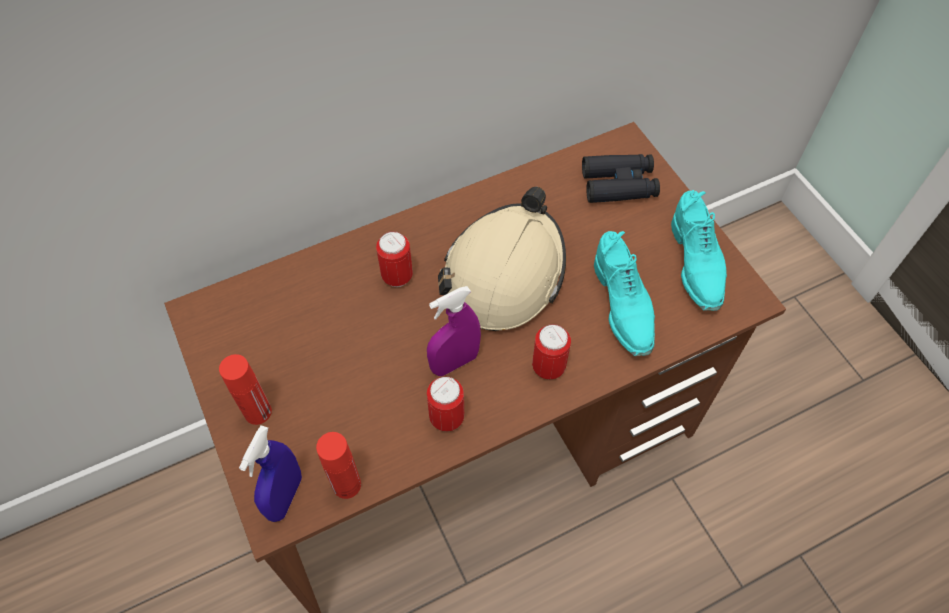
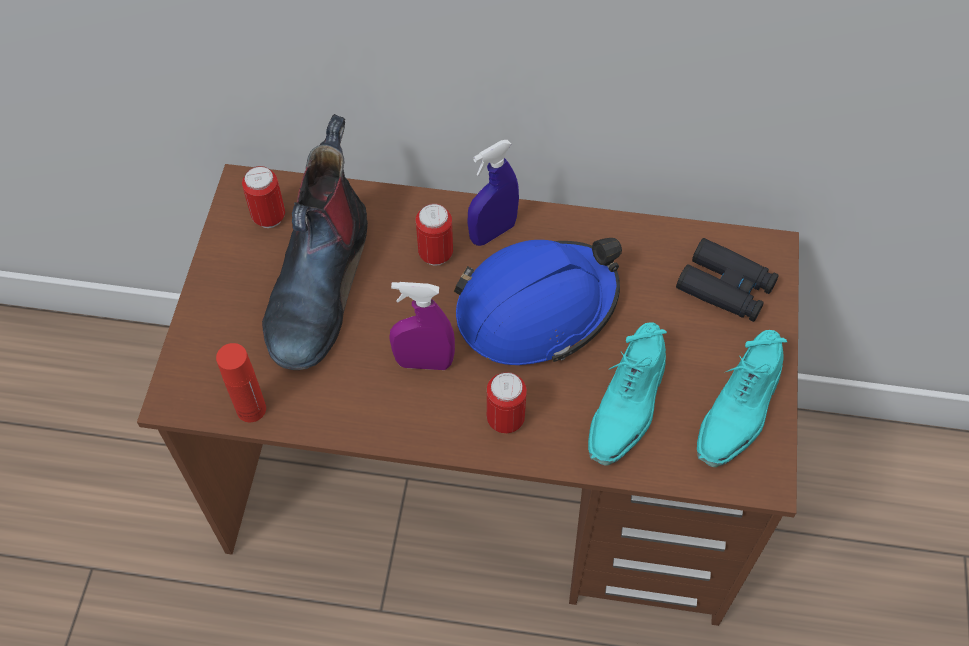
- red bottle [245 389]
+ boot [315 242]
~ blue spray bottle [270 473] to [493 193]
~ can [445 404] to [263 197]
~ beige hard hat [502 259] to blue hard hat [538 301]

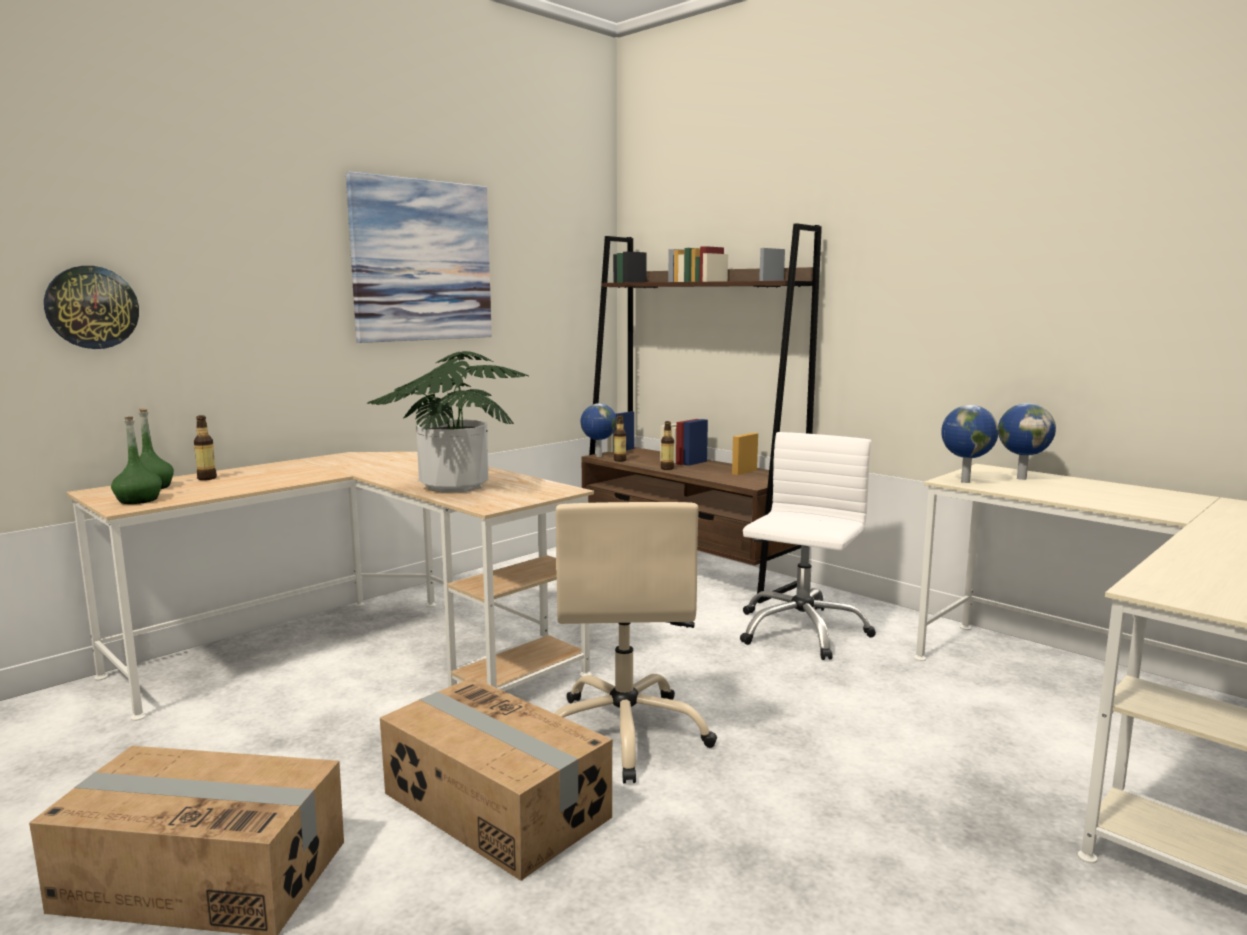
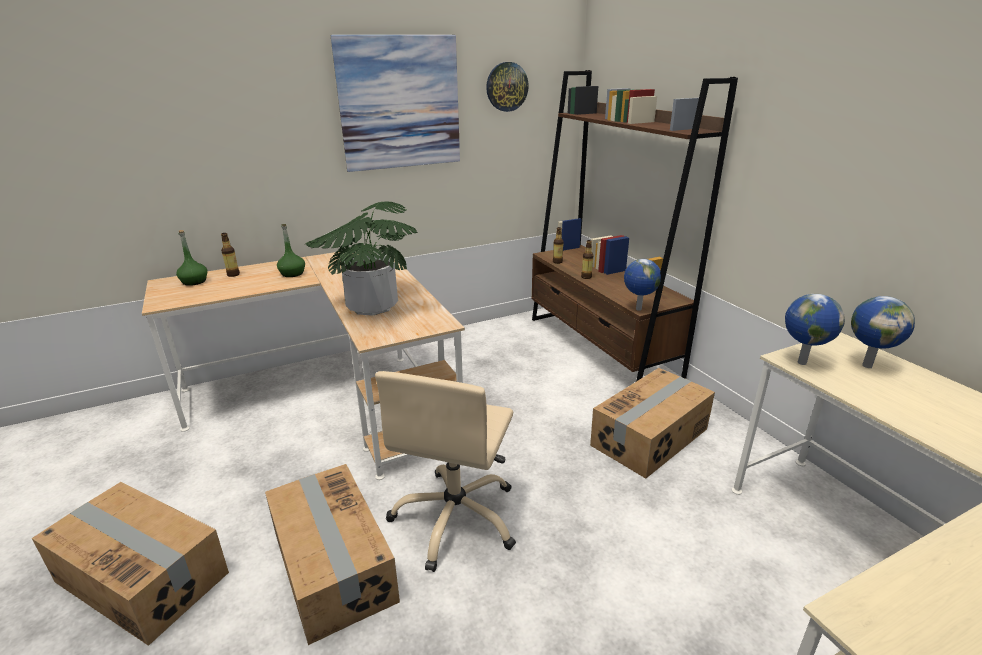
~ wall clock [91 307] to [507 87]
~ green bottle [136 460] to [291 250]
~ globe [598 430] to [642 285]
~ white office chair [808 546] to cardboard box [652 423]

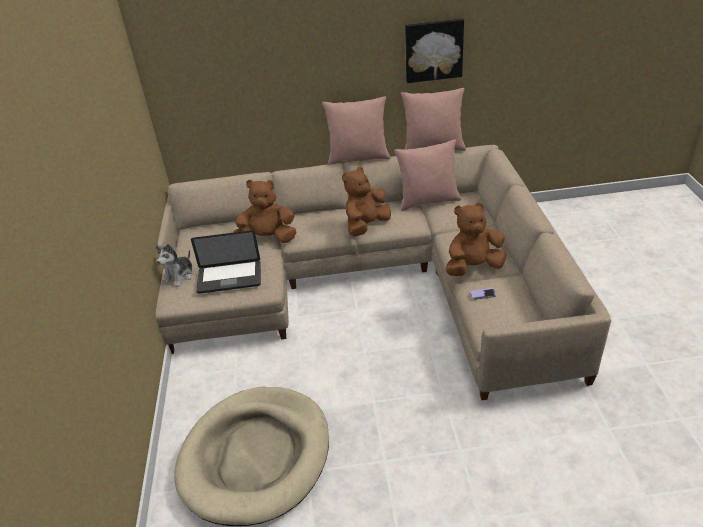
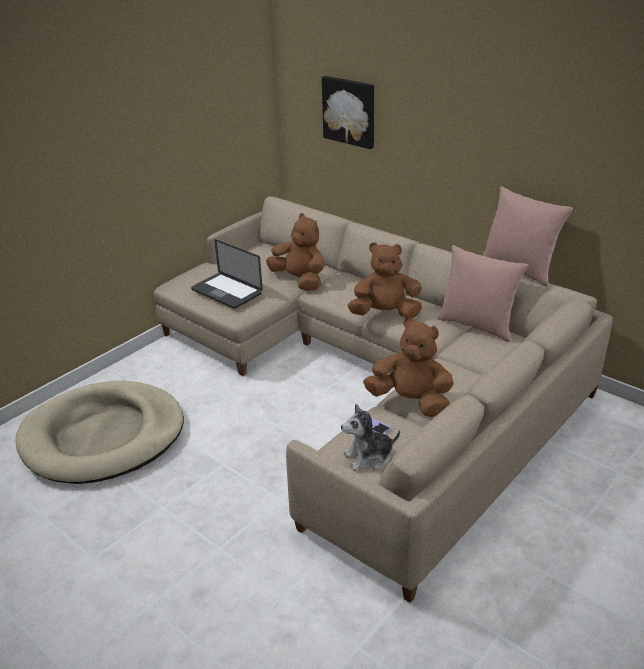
- pink pillow [356 130]
~ plush toy [175 265] to [370 437]
~ picture [434 51] to [348 112]

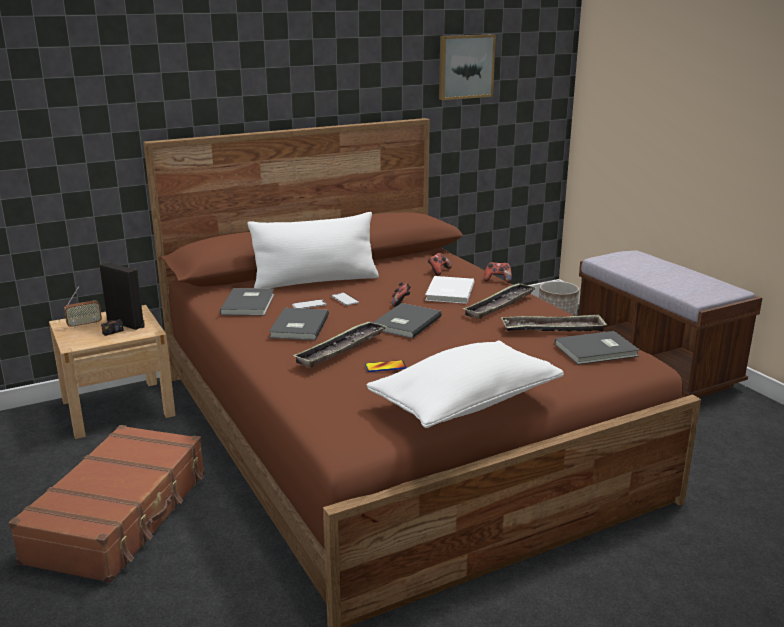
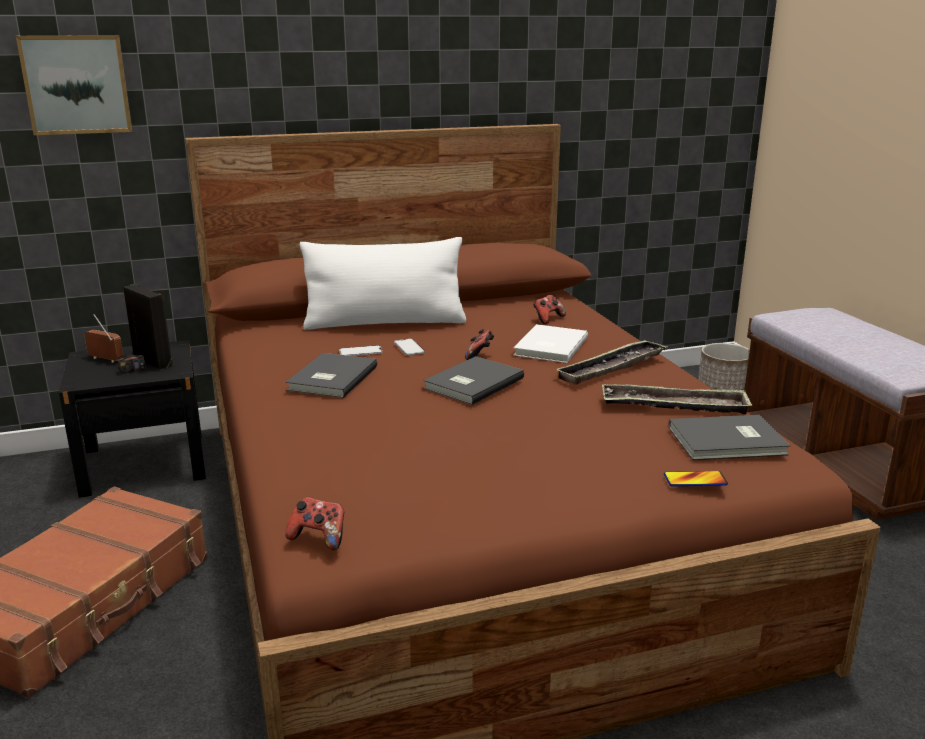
- grey book [247 302]
- tray [339 344]
- white pillow [465 384]
~ phone [386 366] to [696 478]
~ picture [467 67] to [74 85]
~ game controller [498 272] to [314 523]
~ beige nightstand [112 372] to black nightstand [132 419]
~ radio [83 307] = [103 338] 135 degrees counterclockwise

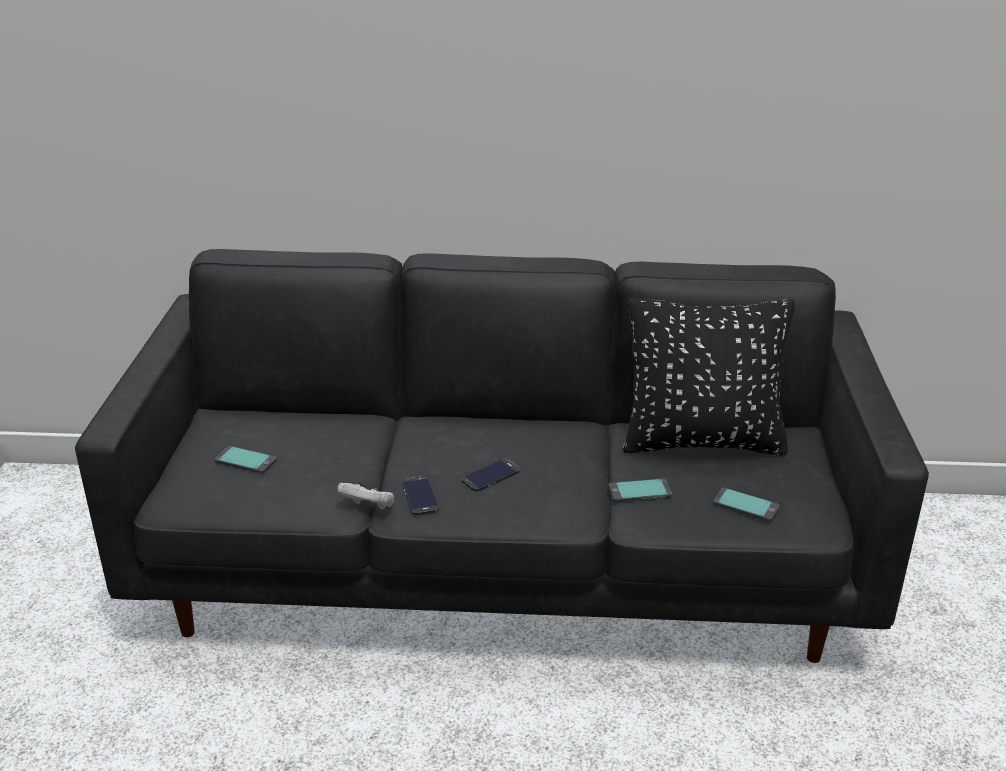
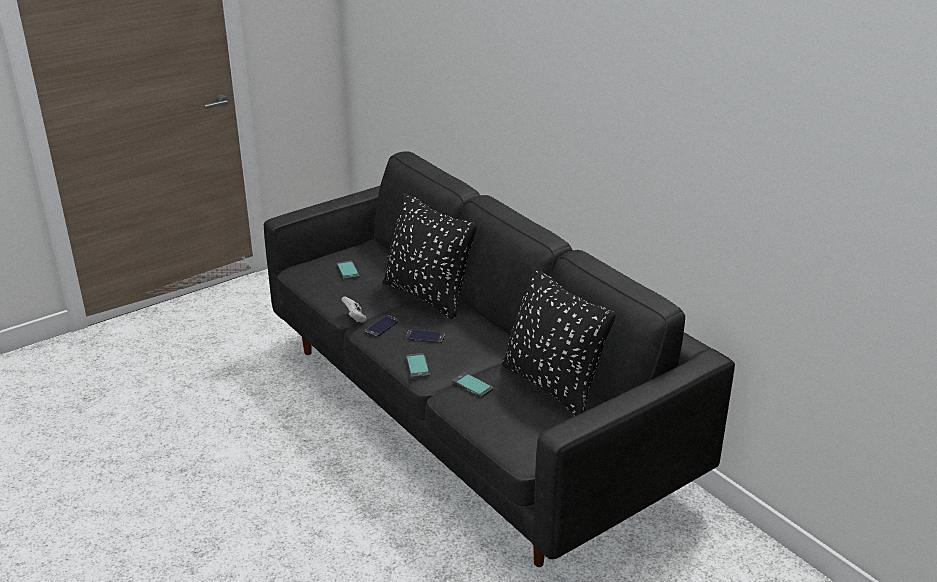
+ black pillow [430 256]
~ phone [746 505] to [418 366]

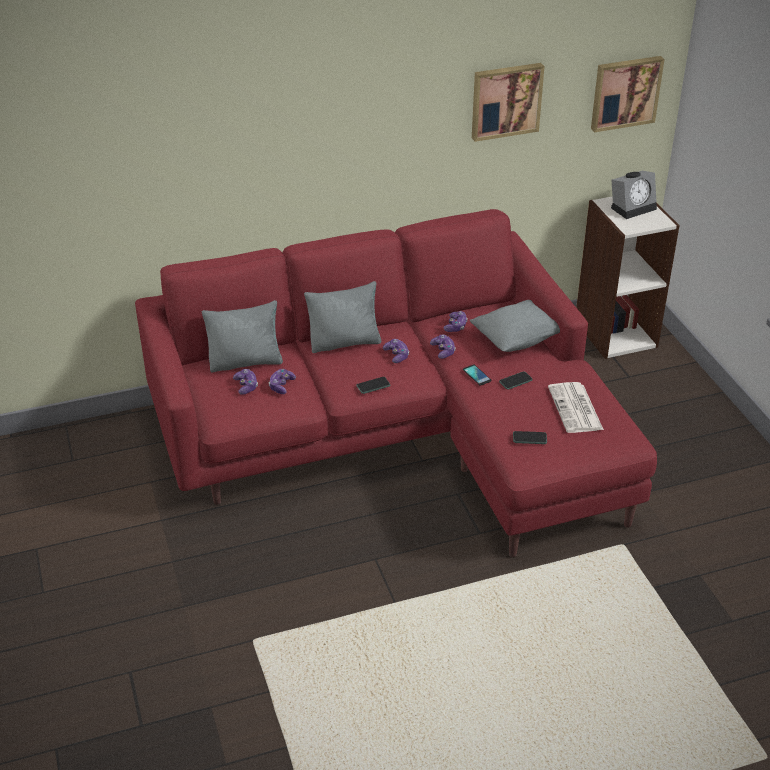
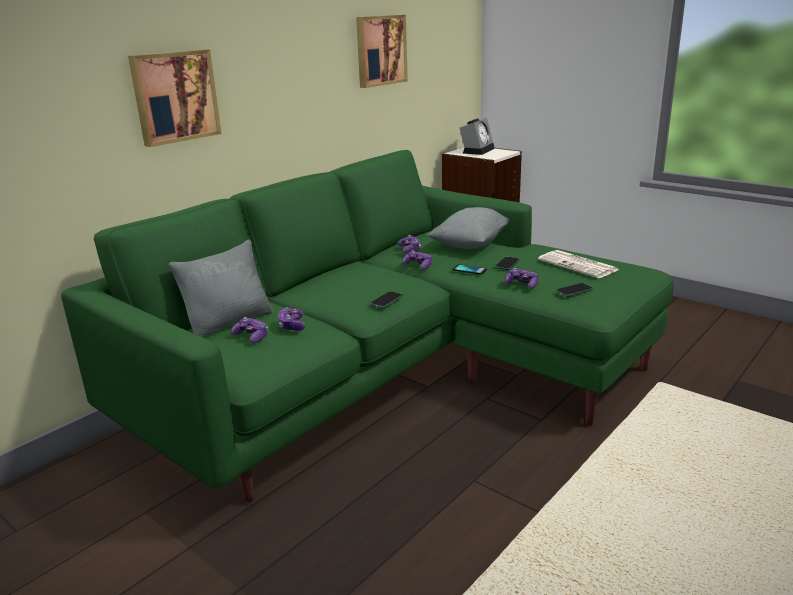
- grey pillow [342 317]
~ game controller [396 351] to [521 278]
~ picture [628 94] to [175 98]
~ red sofa [396 383] to green sofa [367 326]

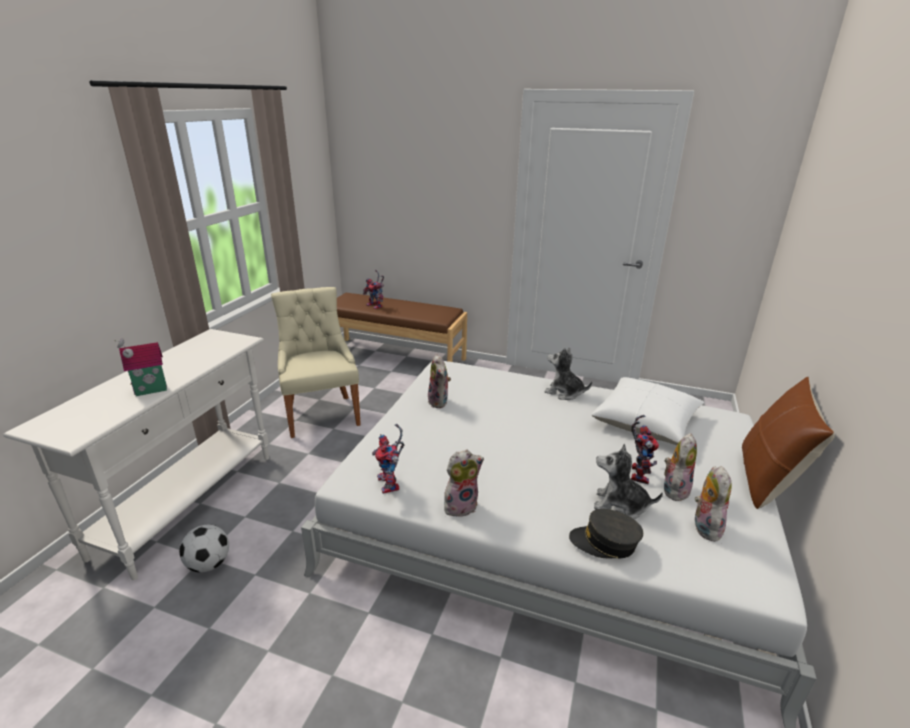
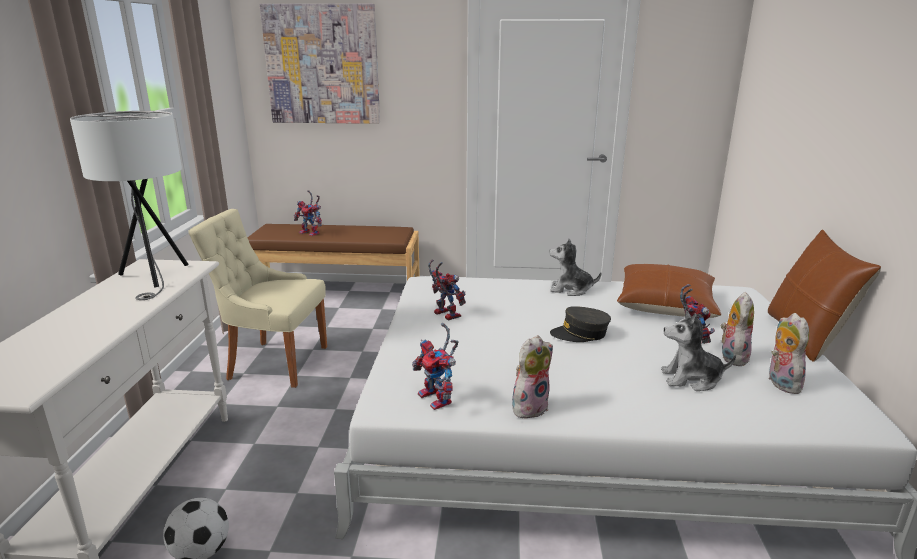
- toy house [140 367]
+ white table lamp [129 205]
+ picture [320 64]
~ grey cap [606 533] to [580 324]
~ plush toy [439 381] to toy robot [447 289]
~ white pillow [647 411] to brown pillow [669 291]
~ beige chair [316 362] = [257 298] 45 degrees counterclockwise

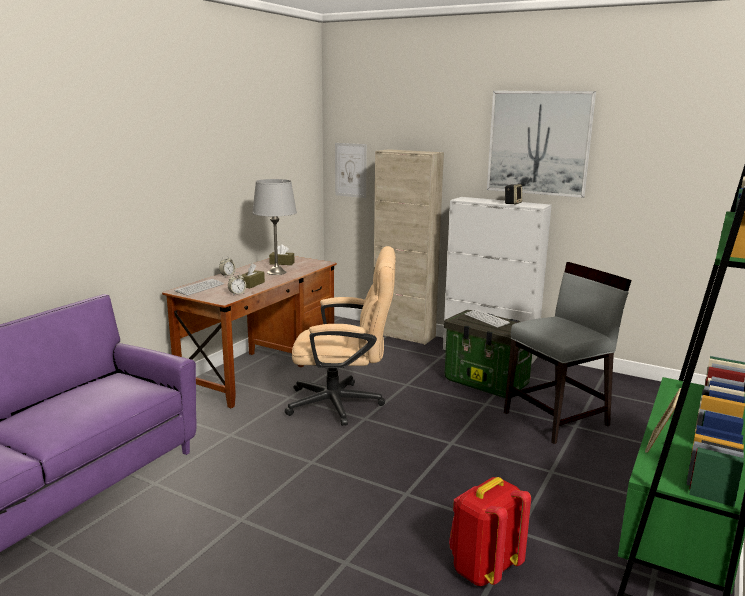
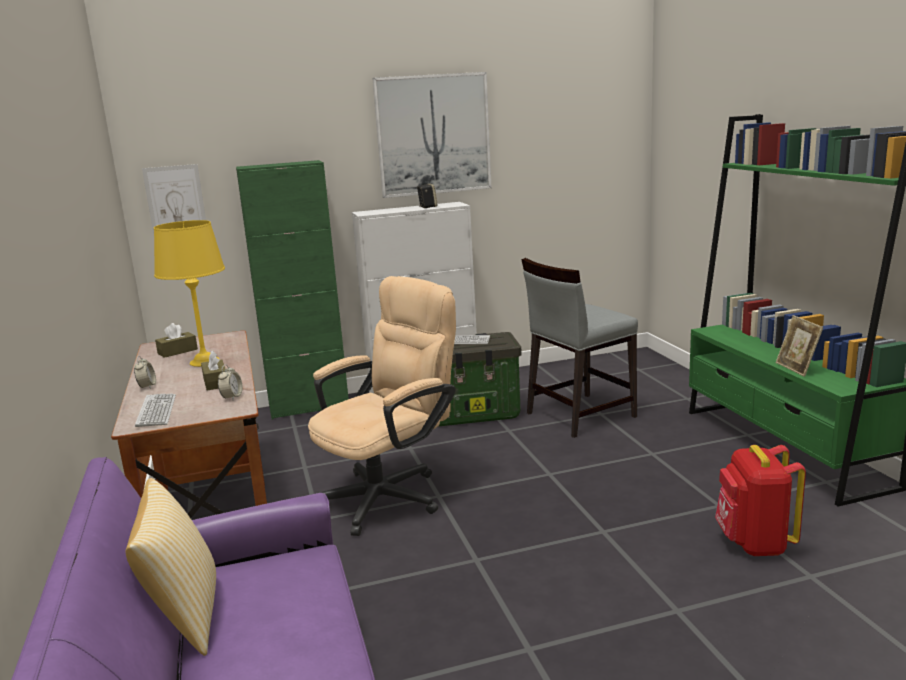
+ pillow [171 567]
~ grey table lamp [274 227] to yellow table lamp [189 293]
~ beige cabinet [409 247] to green cabinet [292 289]
~ grey chair [568 353] = [579 348] 135 degrees counterclockwise

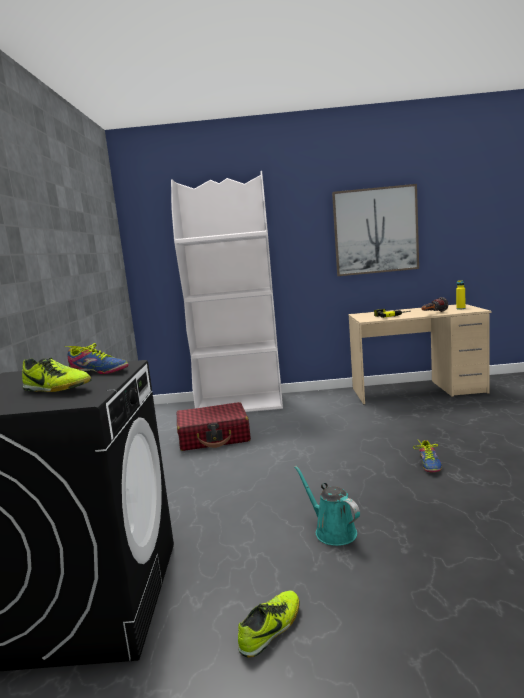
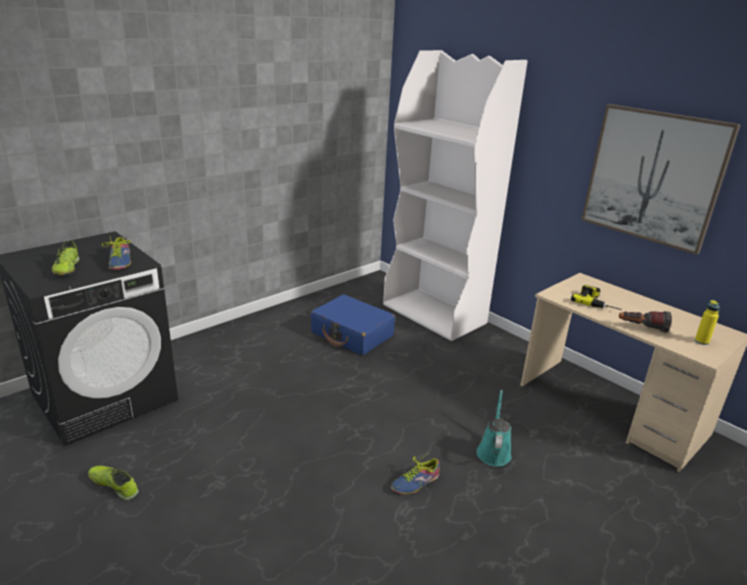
~ turquoise watering can [327 506] to [494 428]
~ red suitcase [214 426] to blue suitcase [352 325]
~ shoe [269 624] = [113 483] 150 degrees counterclockwise

